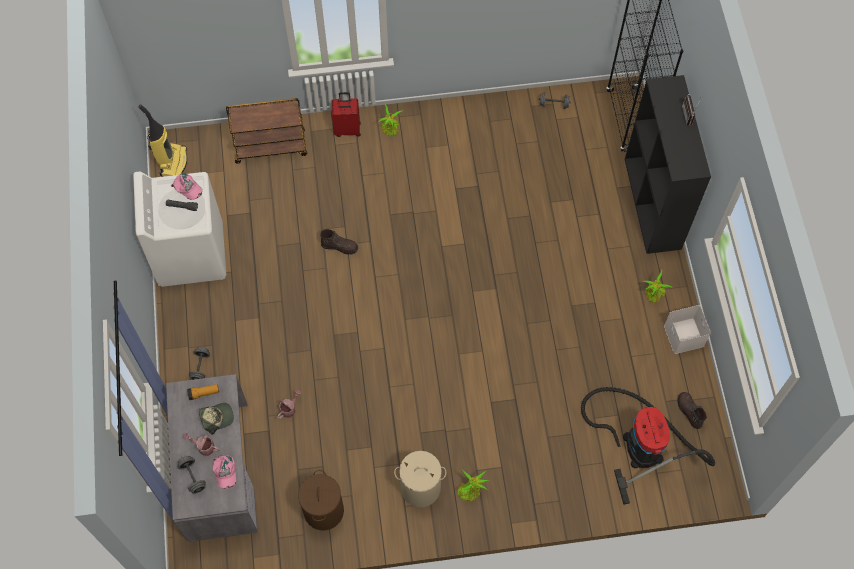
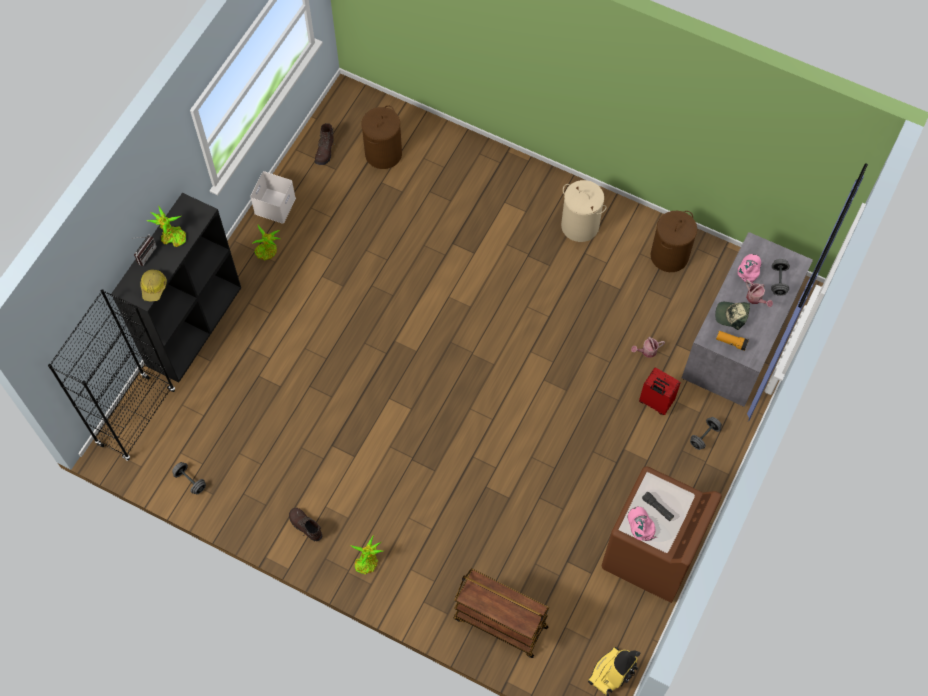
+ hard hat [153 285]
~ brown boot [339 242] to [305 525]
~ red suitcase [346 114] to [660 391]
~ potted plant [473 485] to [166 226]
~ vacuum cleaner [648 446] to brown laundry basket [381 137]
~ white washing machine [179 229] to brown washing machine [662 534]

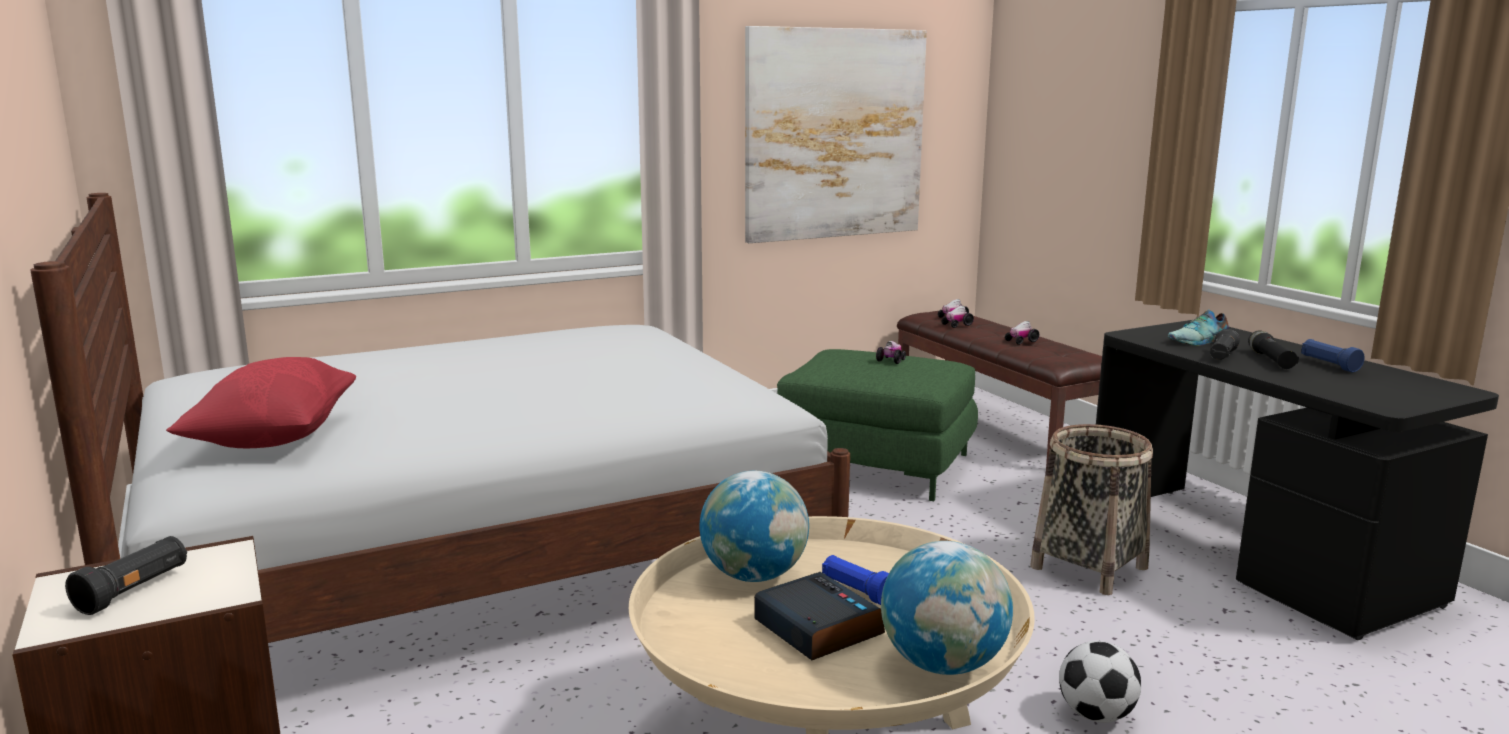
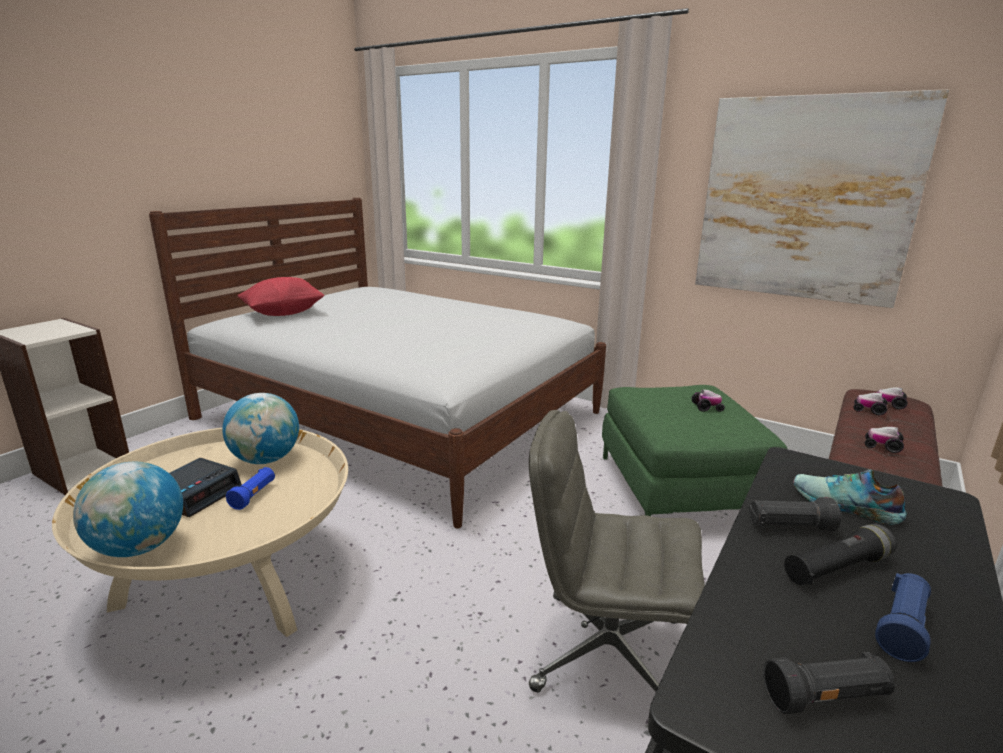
- football [1100 682]
~ black flashlight [126 575] to [829 683]
~ basket [1091 509] to grey office chair [617 551]

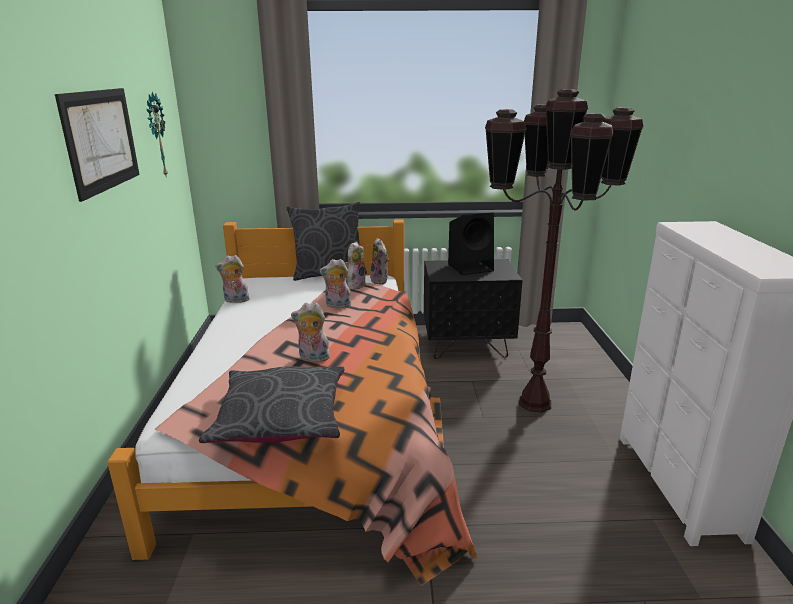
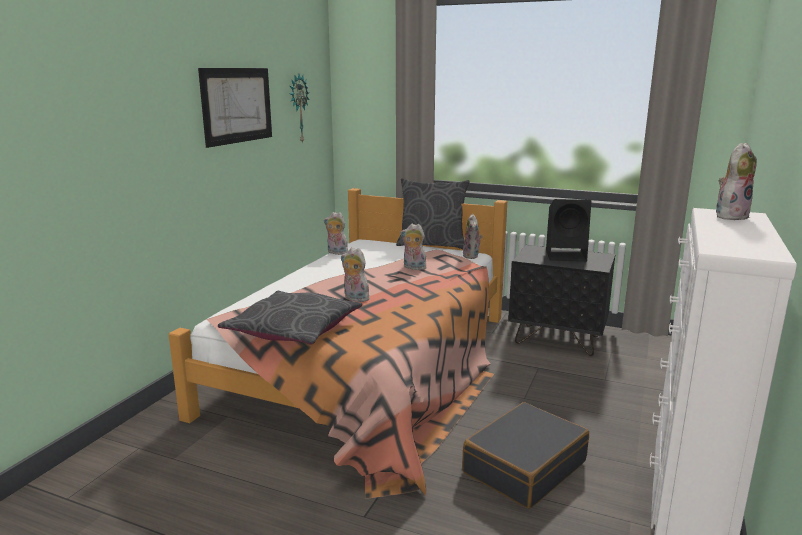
- brown floor lamp [564 251]
+ black suitcase [525 455]
~ plush toy [355 266] to [736 181]

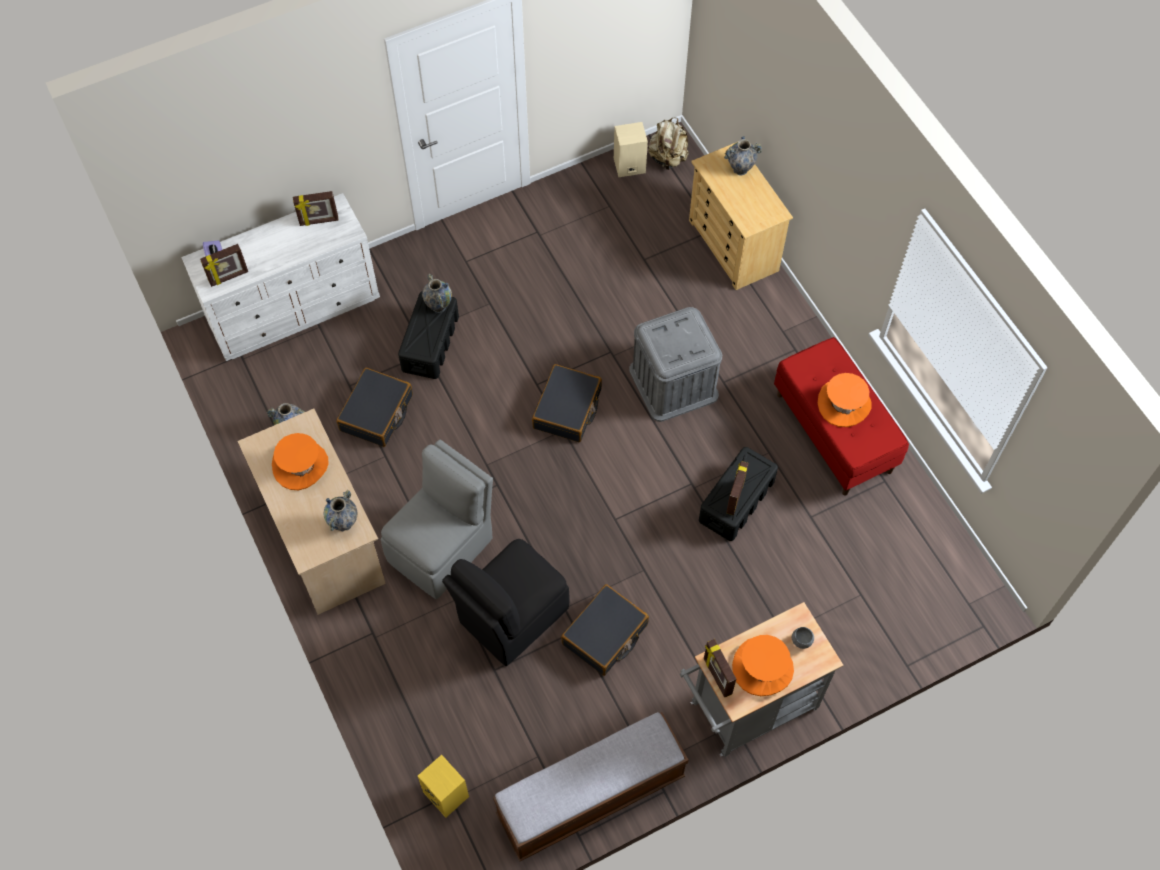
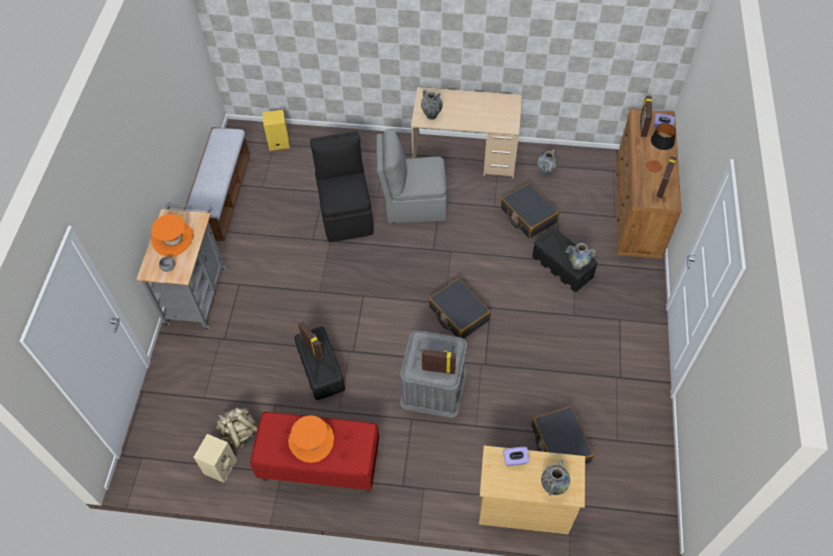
- orange hat [300 461]
+ purple tissue box [516 456]
+ table lamp [661 147]
~ black suitcase [605 630] to [563 435]
~ beige speaker [631 149] to [215 458]
~ beige backpack [668 143] to [237 428]
~ picture frame [720 668] to [439 361]
~ white dresser [280 277] to brown dresser [649 184]
~ grey chair [436 519] = [411 176] 105 degrees clockwise

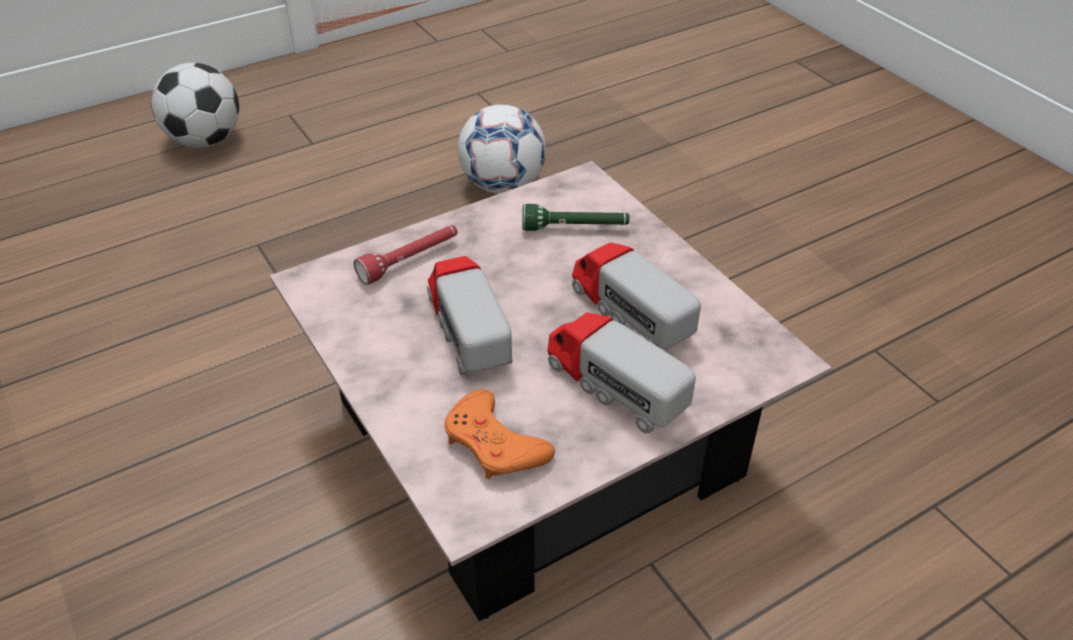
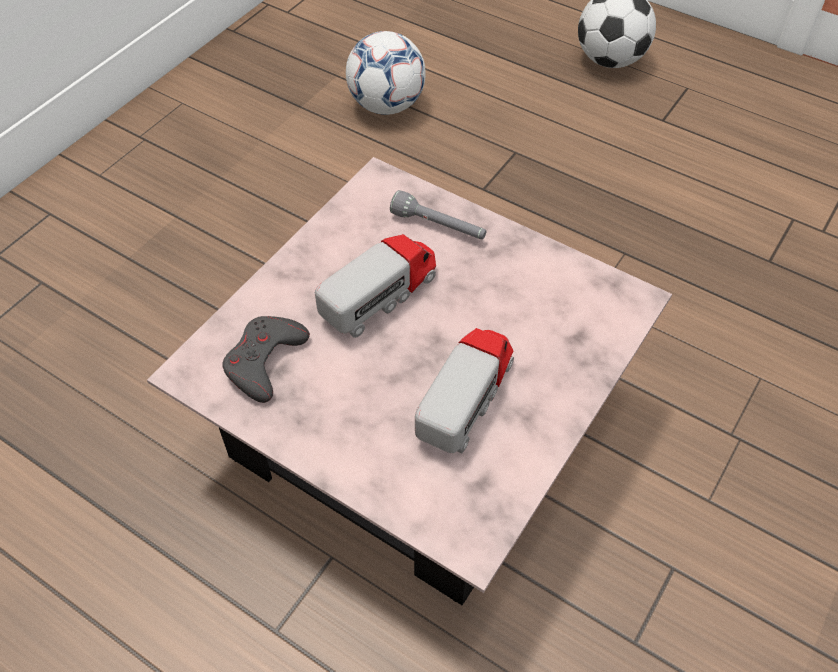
- green flashlight [575 217]
- toy truck [621 373]
~ football [502 149] to [386 73]
~ red flashlight [406 255] to grey flashlight [438 214]
~ orange game controller [499 434] to grey game controller [266 359]

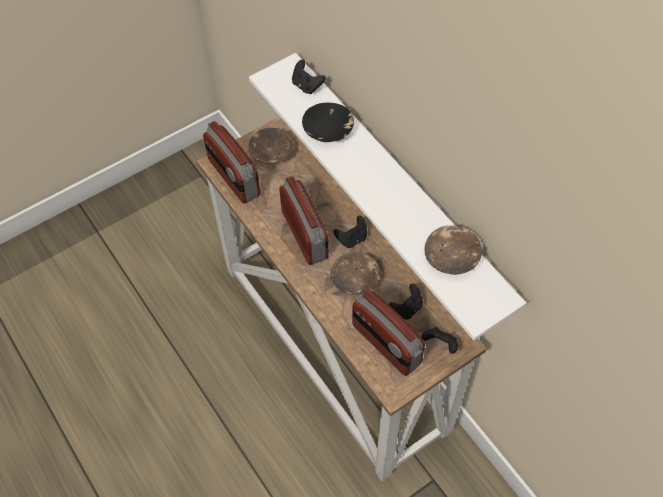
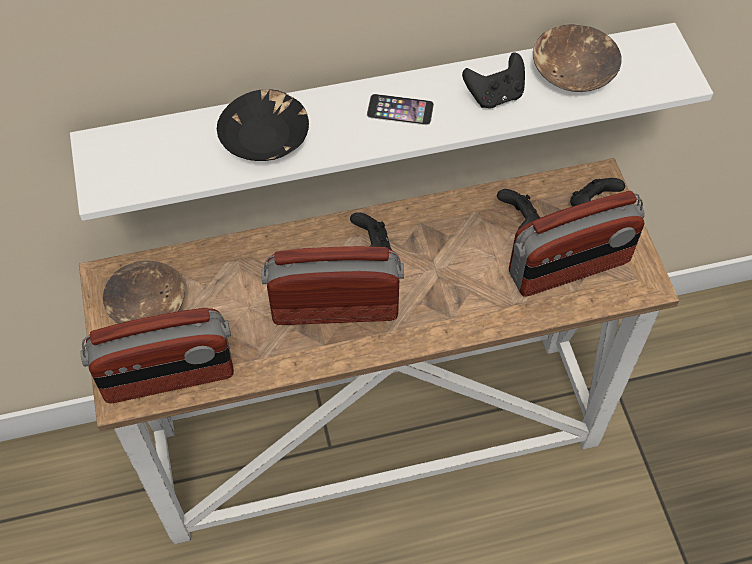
- brown bowl [355 273]
+ phone [400 109]
~ black game controller [309 77] to [493 80]

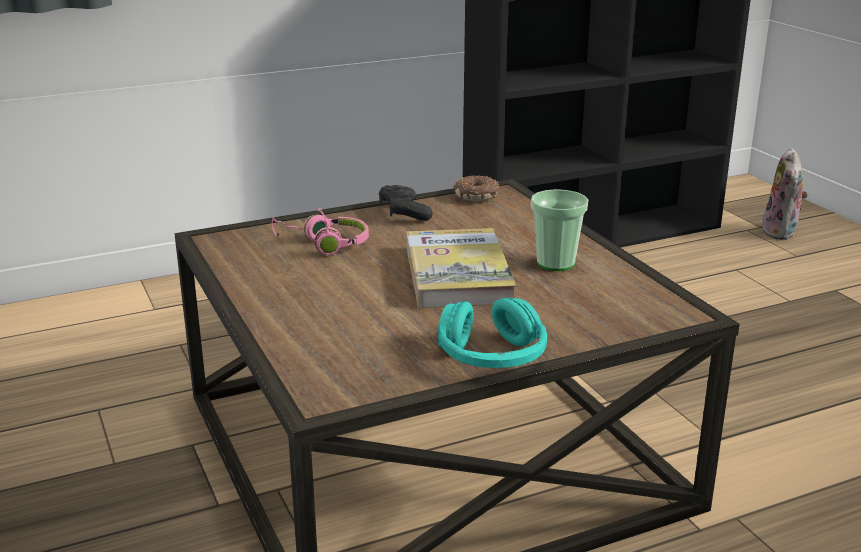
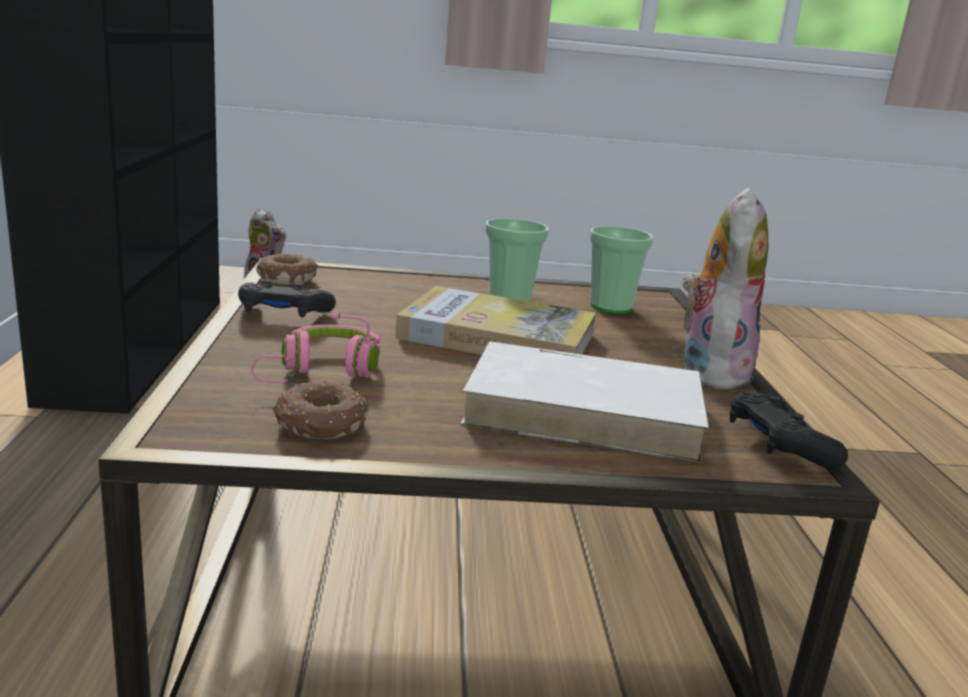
+ donut [320 410]
+ white book [584 402]
+ cup [622 270]
+ black game controller [789 430]
~ turquoise headphones [492 333] to plush toy [725 289]

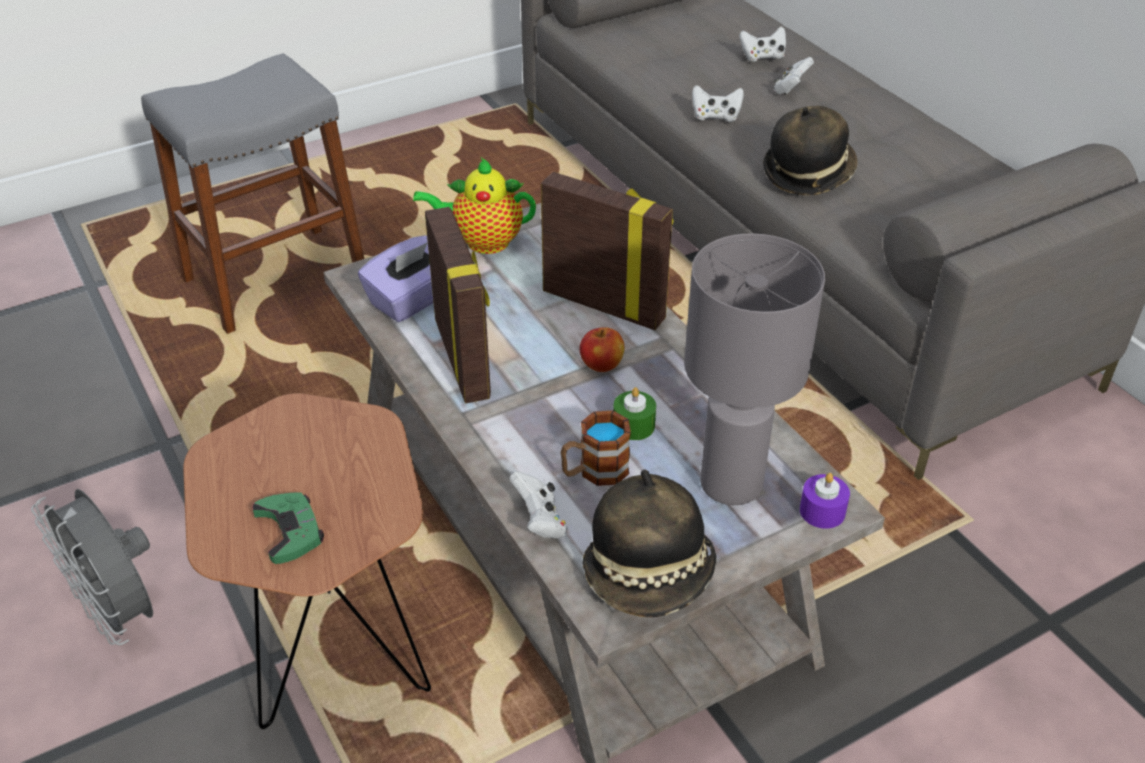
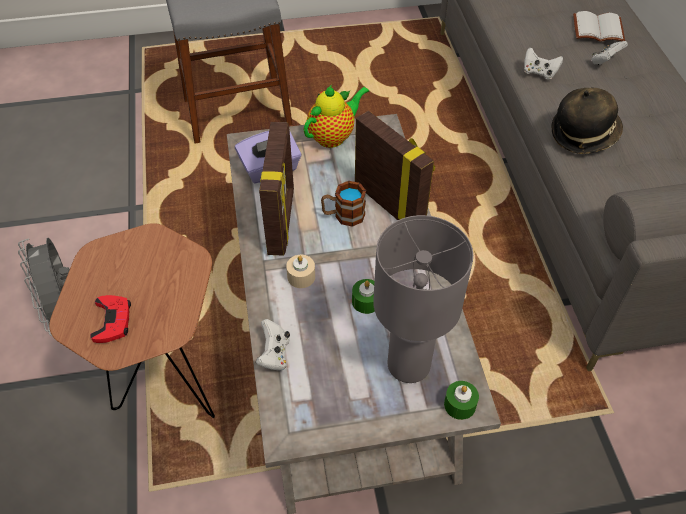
- apple [602 349]
- hat [649 543]
+ beige candle [300 271]
~ mug [596 448] to [343 204]
~ white game controller [762 44] to white book [599 26]
~ green game controller [288 528] to red game controller [110 319]
~ purple candle [825 501] to green candle [461 400]
~ teapot [474 206] = [336 116] 120 degrees clockwise

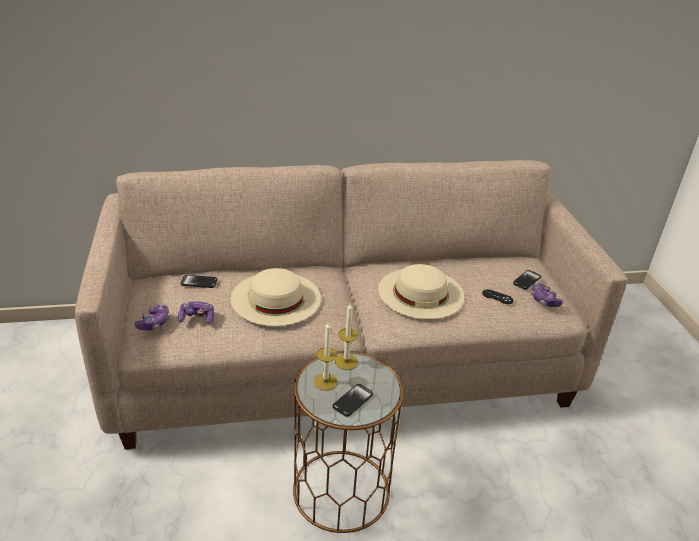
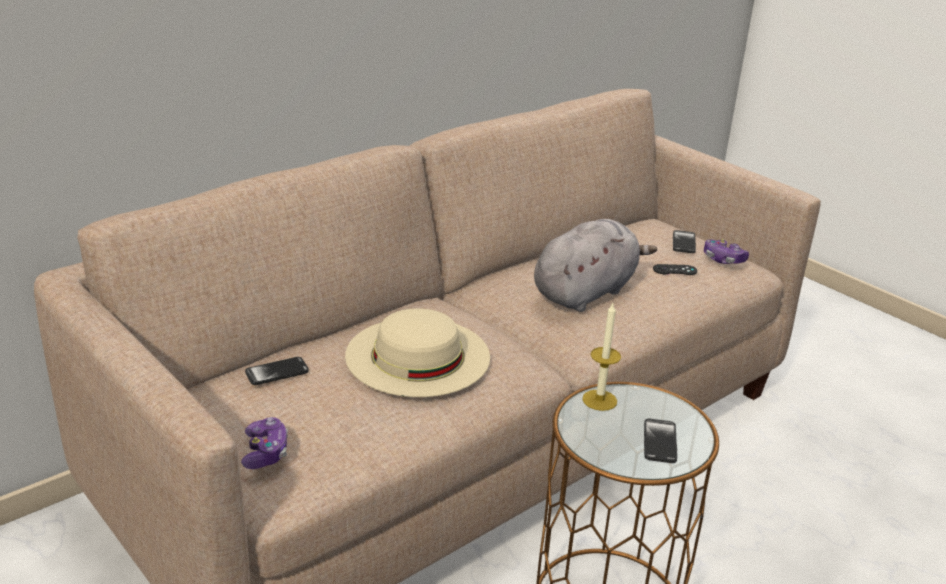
- game controller [196 312]
- candle [326 355]
~ beige hat [421 291] to grey plush toy [595 265]

